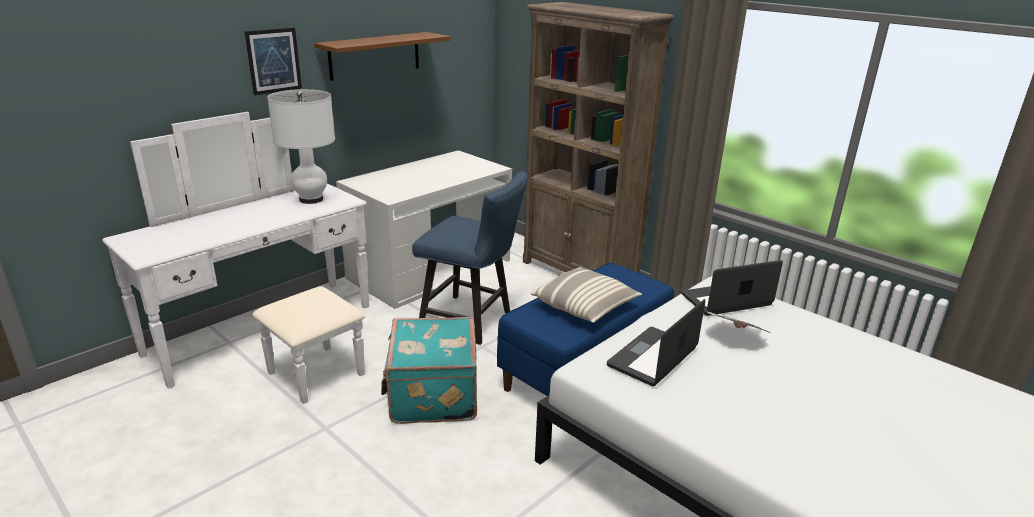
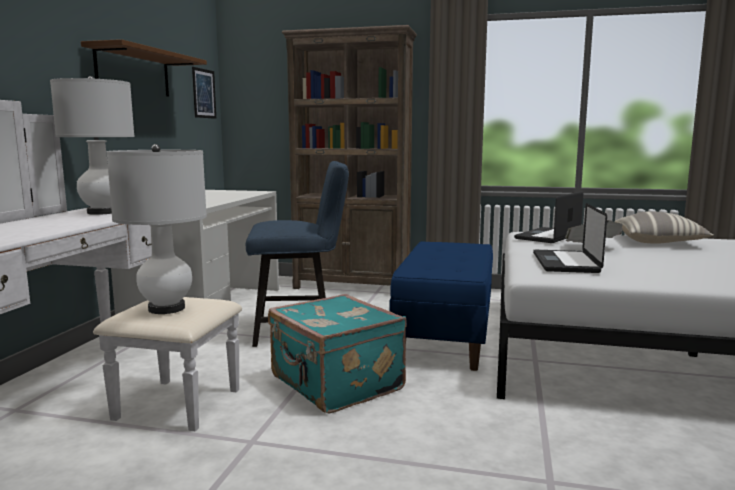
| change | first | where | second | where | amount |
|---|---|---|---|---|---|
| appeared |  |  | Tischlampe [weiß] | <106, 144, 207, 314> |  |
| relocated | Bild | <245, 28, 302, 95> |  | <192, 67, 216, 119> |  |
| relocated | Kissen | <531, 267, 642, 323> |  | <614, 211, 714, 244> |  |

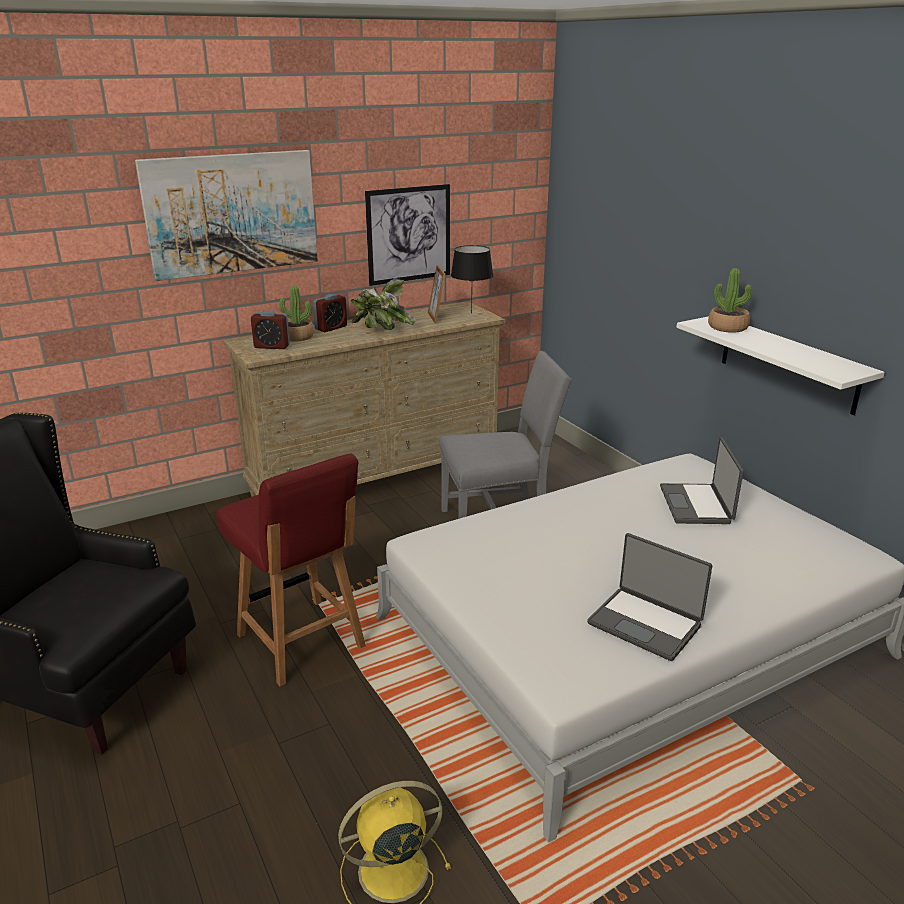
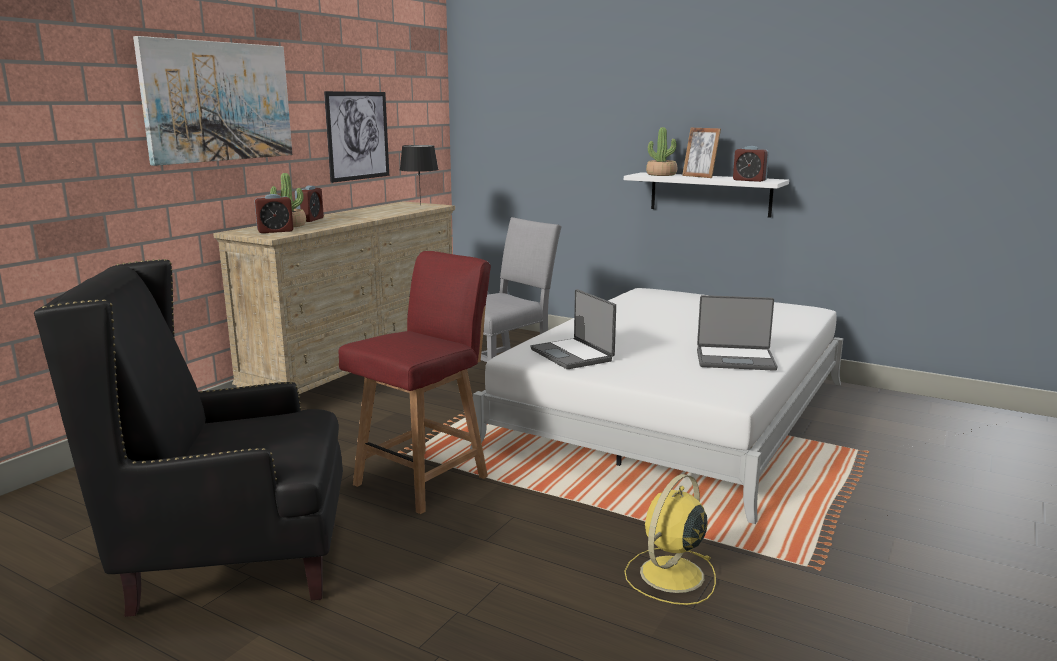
| change | first | where | second | where | amount |
|---|---|---|---|---|---|
| missing | Topfpflanze | <351, 277, 416, 330> |  |  |  |
| appeared |  |  | Wecker | <733, 146, 769, 182> |  |
| relocated | Bilderrahmen | <428, 265, 445, 323> |  | <682, 128, 721, 178> |  |
| relocated | Laptop | <660, 437, 744, 524> |  | <530, 289, 616, 369> |  |
| spun | Stuhl [rot] | <217, 453, 366, 686> |  | <338, 251, 491, 514> | 75 degrees counterclockwise |

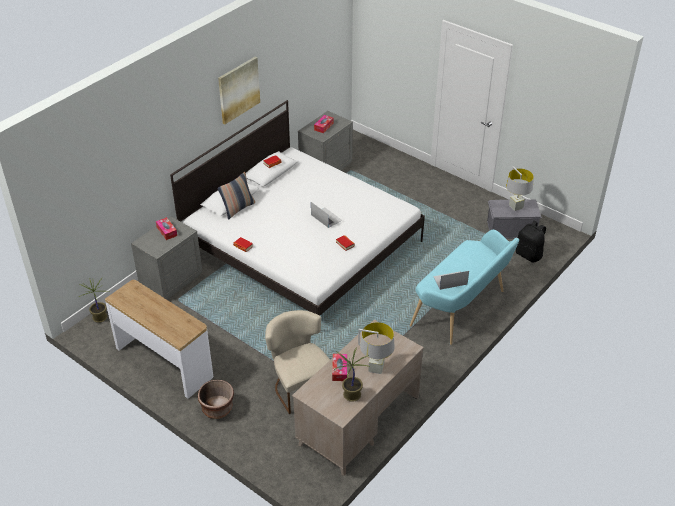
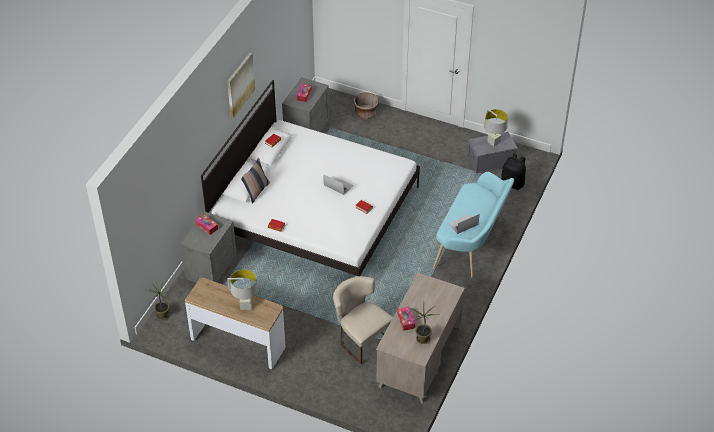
| change | first | where | second | where | amount |
|---|---|---|---|---|---|
| relocated | Pflanzkübel [braun] | <198, 380, 234, 419> |  | <354, 92, 379, 119> |  |
| relocated | Tischlampe [grau] | <358, 322, 395, 374> |  | <227, 269, 258, 310> |  |

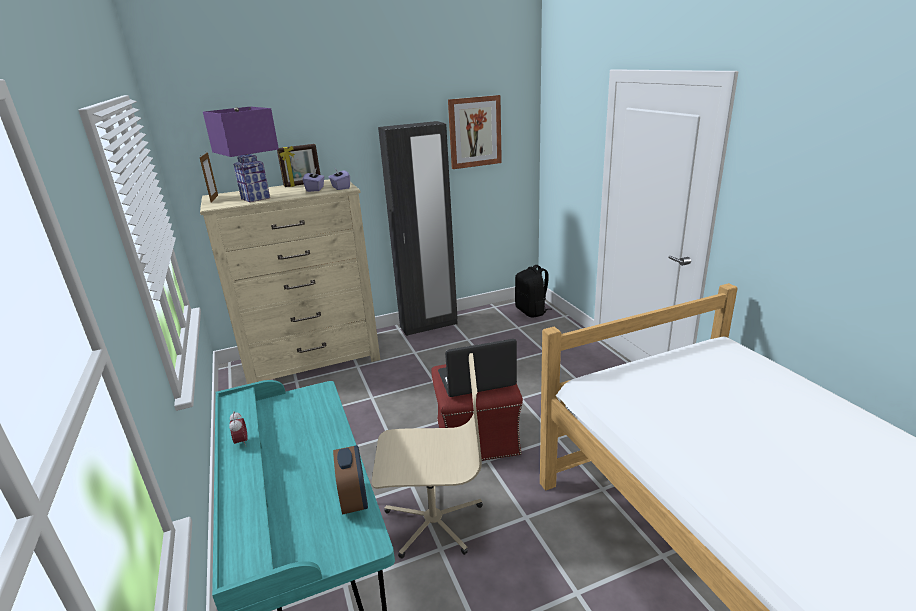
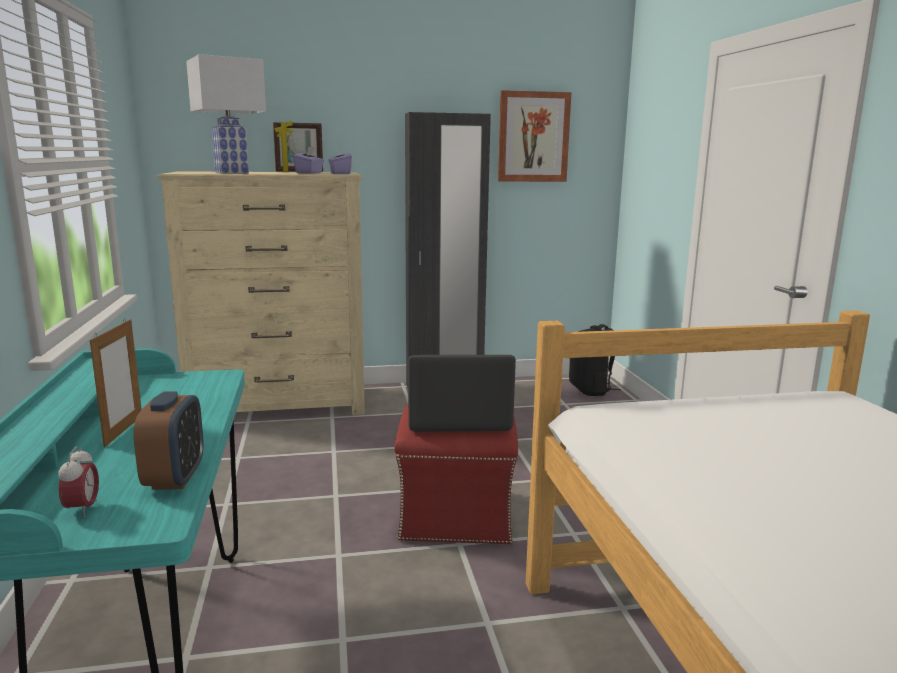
| change | first | where | second | where | amount |
|---|---|---|---|---|---|
| missing | Bürostuhl [beige] | <371, 353, 483, 559> |  |  |  |
| relocated | Bilderrahmen | <200, 152, 218, 203> |  | <90, 319, 142, 447> |  |
| relocated | Wecker | <229, 411, 248, 447> |  | <58, 446, 99, 518> |  |
| colour | Tischlampe [lila] | <203, 107, 279, 202> | Tischlampe [weiß] | <186, 54, 266, 174> |  |

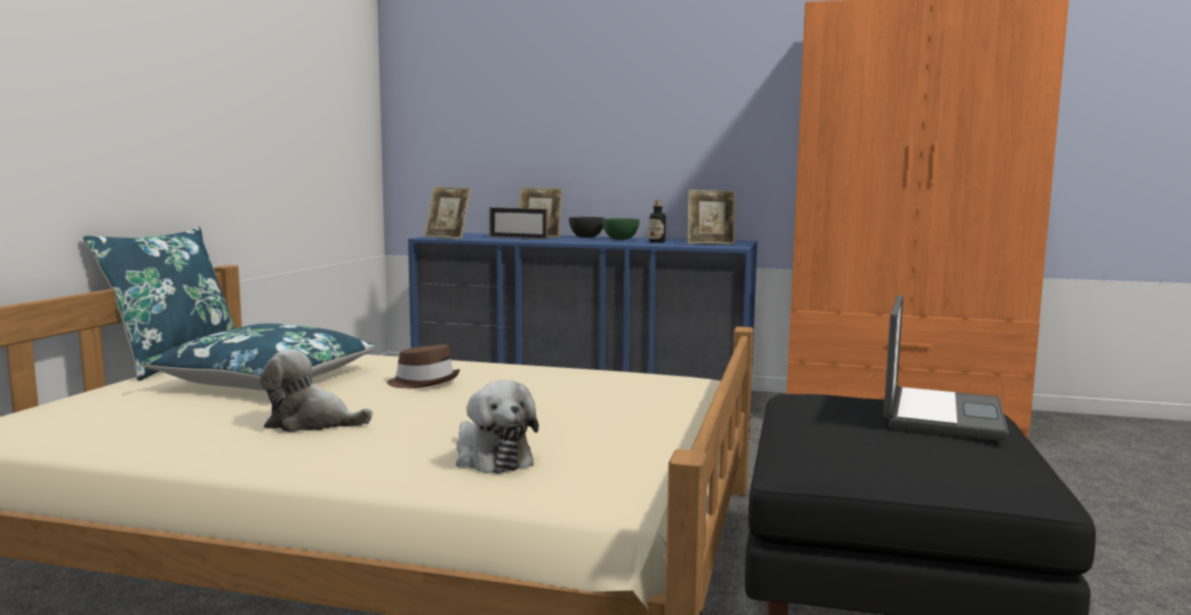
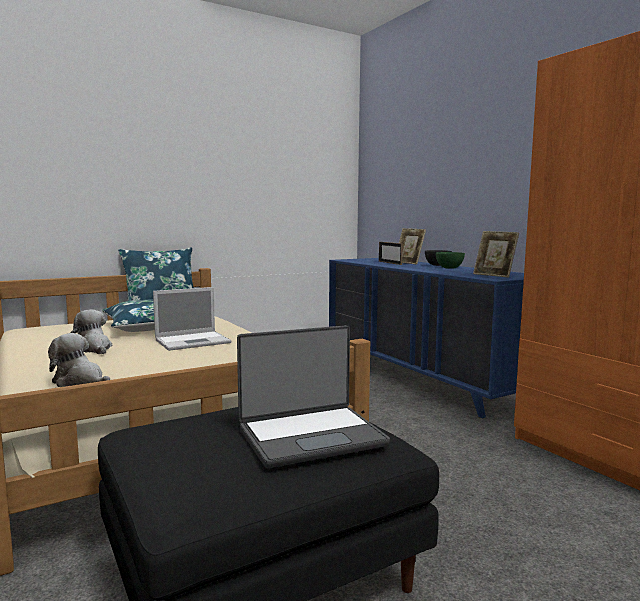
| change | first | where | second | where | amount |
|---|---|---|---|---|---|
| missing | Bilderrahmen | <424, 187, 471, 239> |  |  |  |
| missing | Flasche | <649, 200, 666, 243> |  |  |  |
| exchanged | Hut [braun] | <387, 344, 460, 388> | Laptop | <153, 287, 231, 351> |  |
| spun | Plüschtier | <456, 380, 539, 474> |  | <48, 333, 110, 387> | 105 degrees clockwise |

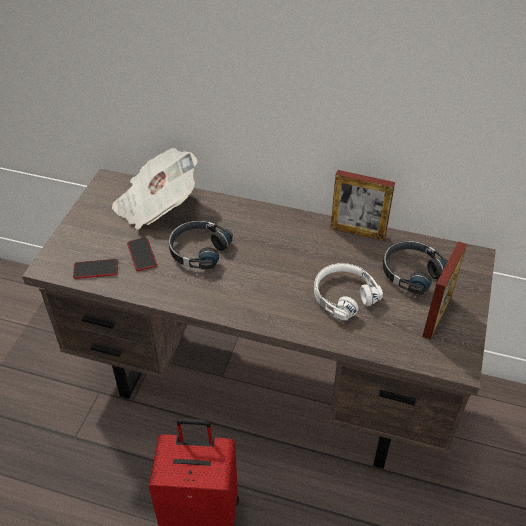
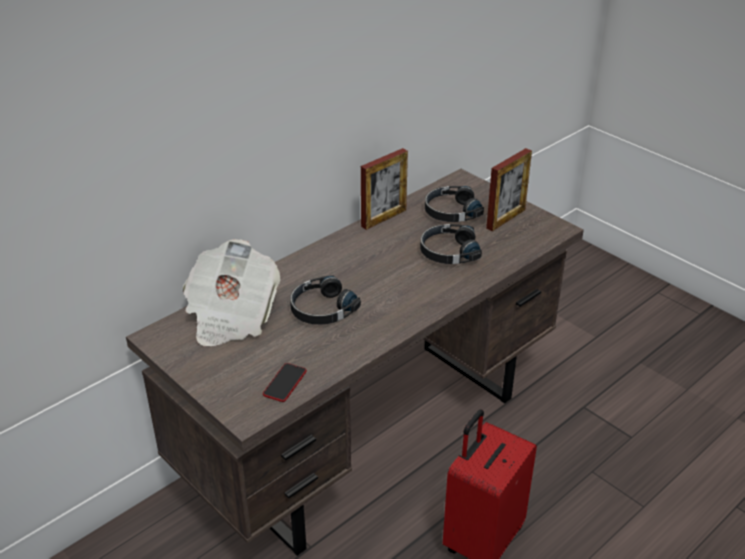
| change | first | where | second | where | amount |
|---|---|---|---|---|---|
| missing | Handy | <127, 237, 157, 271> |  |  |  |
| colour | Kopfhörer [weiß] | <314, 263, 383, 321> | Kopfhörer [schwarz] | <420, 224, 482, 264> |  |
| spun | Bilderrahmen | <422, 241, 467, 340> |  | <486, 148, 532, 231> | 75 degrees clockwise |

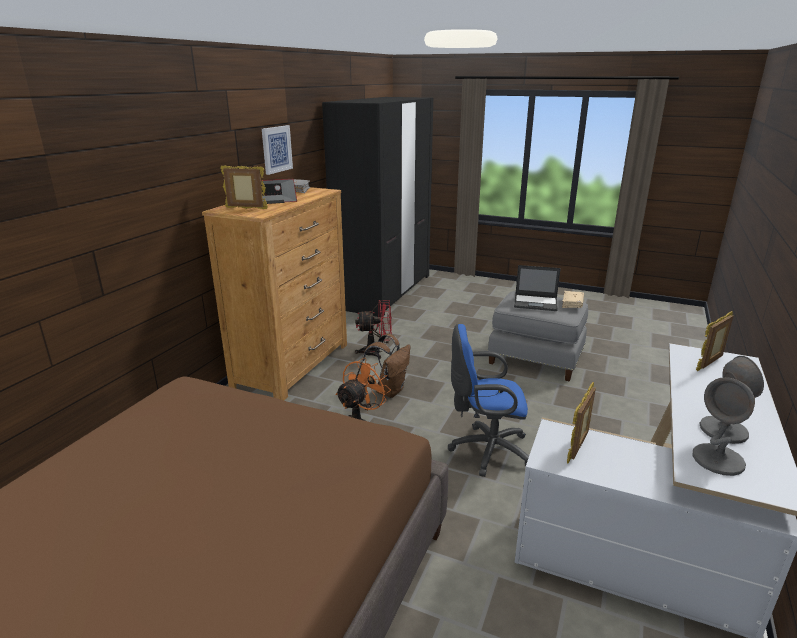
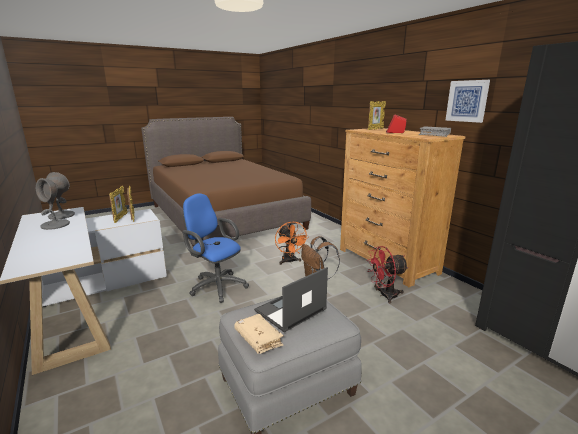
| change | first | where | second | where | amount |
|---|---|---|---|---|---|
| relocated | Bilderrahmen | <696, 311, 733, 371> |  | <109, 186, 127, 223> |  |
| spun | Ventilator [rot] | <355, 300, 392, 359> |  | <366, 246, 409, 303> | 45 degrees clockwise |
| spun | Bürostuhl [blau] | <448, 324, 529, 477> |  | <183, 193, 249, 303> | 90 degrees counterclockwise |

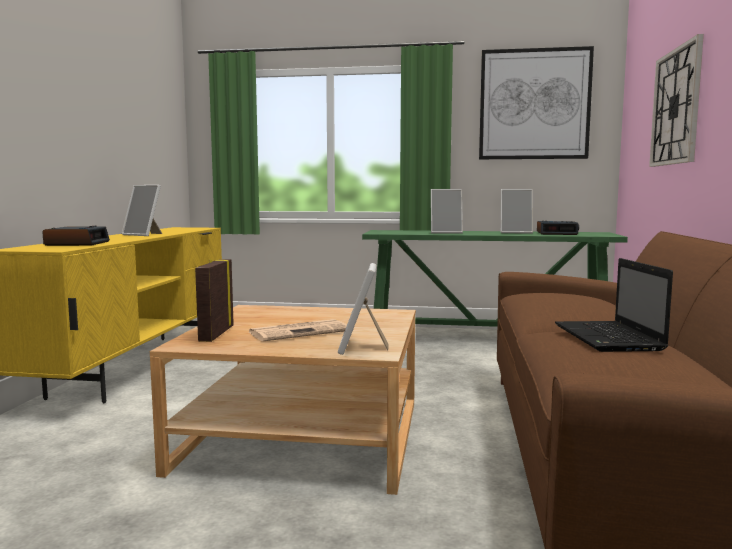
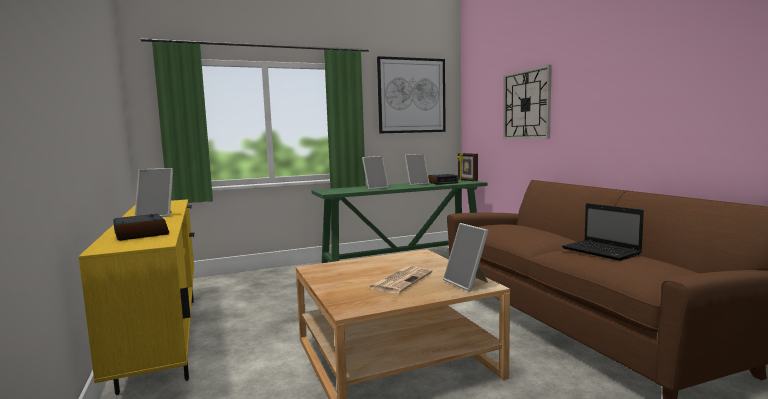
| change | first | where | second | where | amount |
|---|---|---|---|---|---|
| relocated | Bilderrahmen | <195, 259, 234, 342> |  | <457, 152, 478, 181> |  |

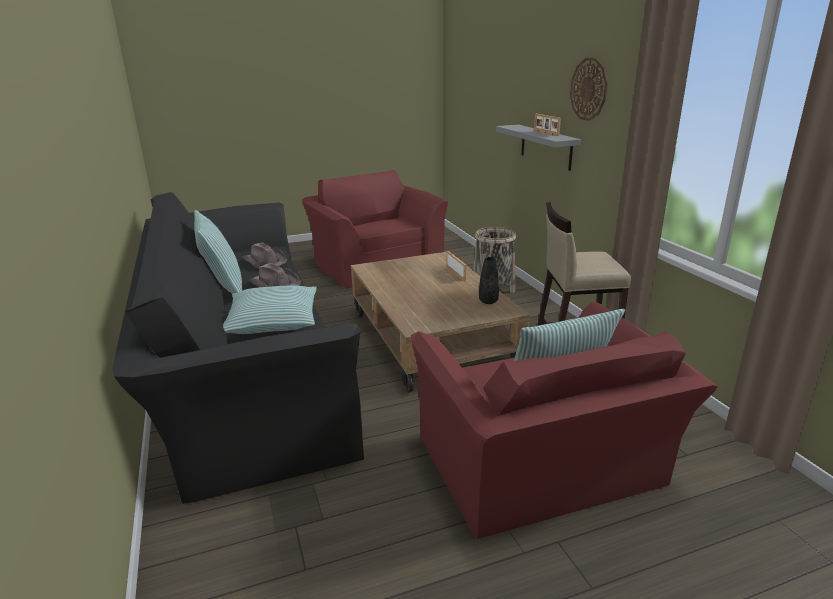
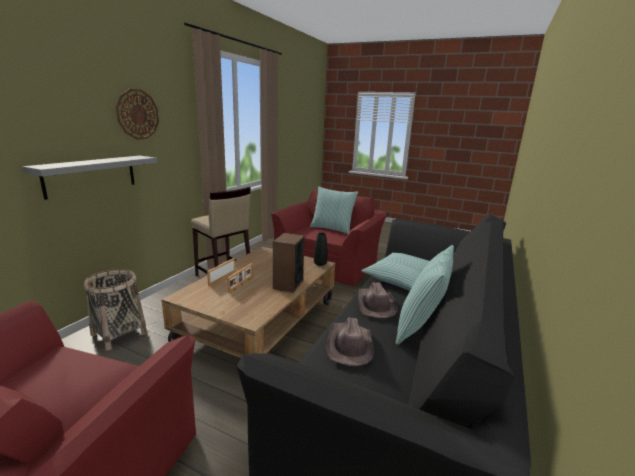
| change | first | where | second | where | amount |
|---|---|---|---|---|---|
| appeared |  |  | Lautsprecher | <273, 233, 305, 293> |  |
| relocated | Vase [schwarz] | <479, 257, 499, 304> |  | <314, 233, 328, 266> |  |
| relocated | Bilderrahmen | <534, 114, 561, 136> |  | <227, 263, 253, 293> |  |

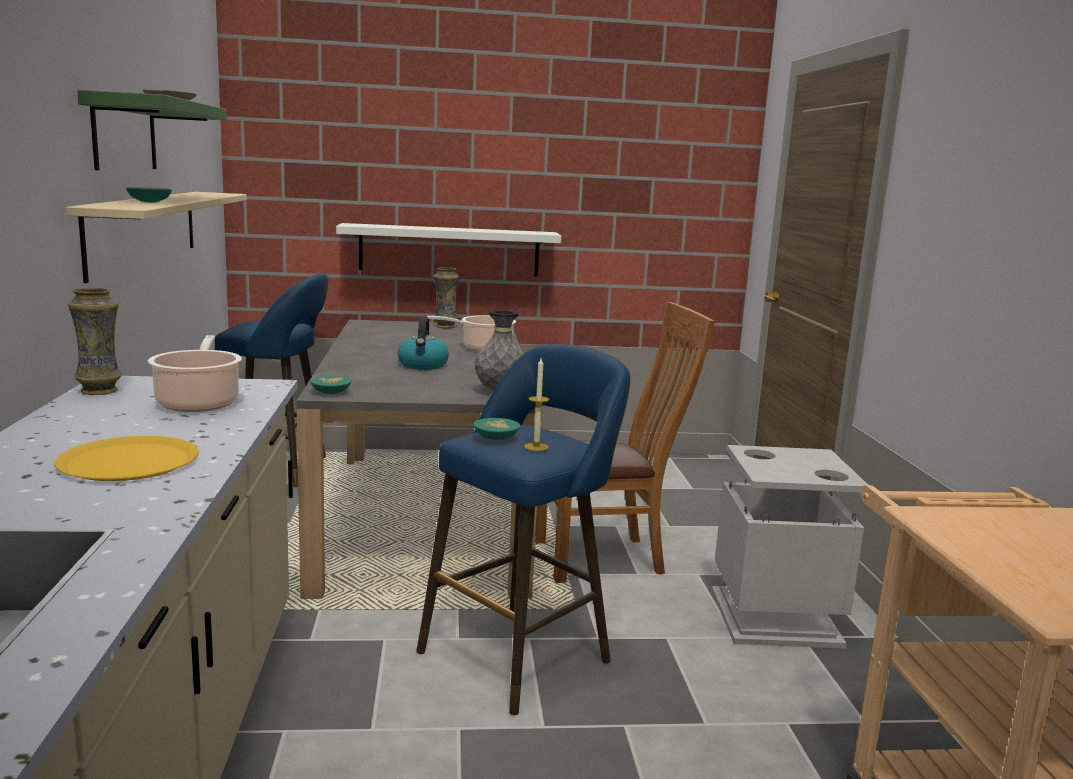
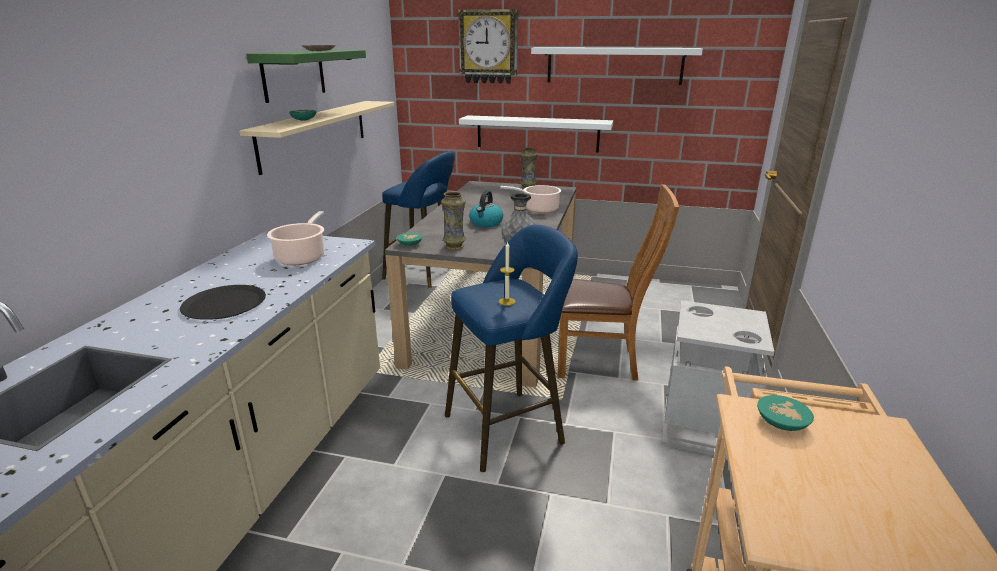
| change | first | where | second | where | amount |
|---|---|---|---|---|---|
| appeared |  |  | Wanduhr | <457, 9, 518, 84> |  |
| appeared |  |  | Wandregal [weiß] | <531, 47, 703, 85> |  |
| relocated | Vase | <68, 288, 122, 395> |  | <441, 191, 466, 250> |  |
| relocated | Schüssel [türkis] | <474, 418, 520, 440> |  | <757, 395, 814, 431> |  |
| colour | Teller [gelb] | <54, 436, 199, 481> | Teller [schwarz] | <180, 285, 266, 320> |  |

